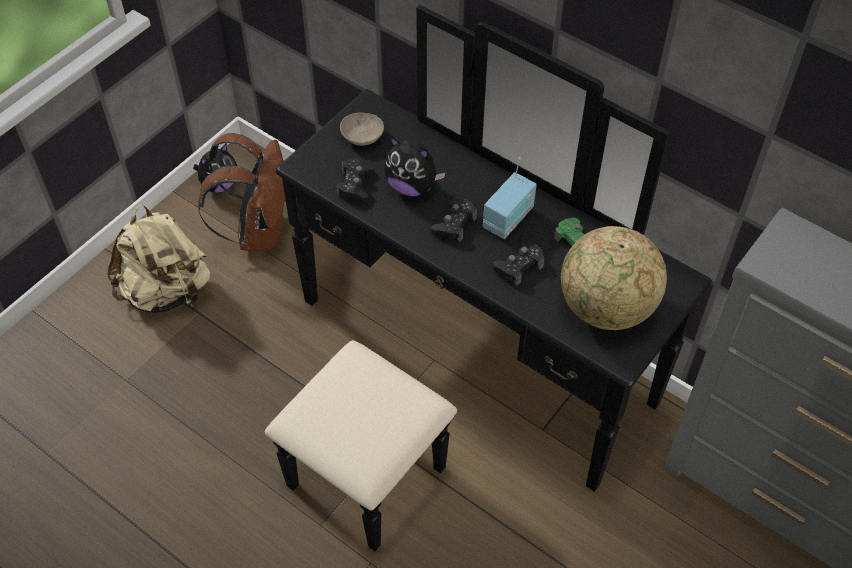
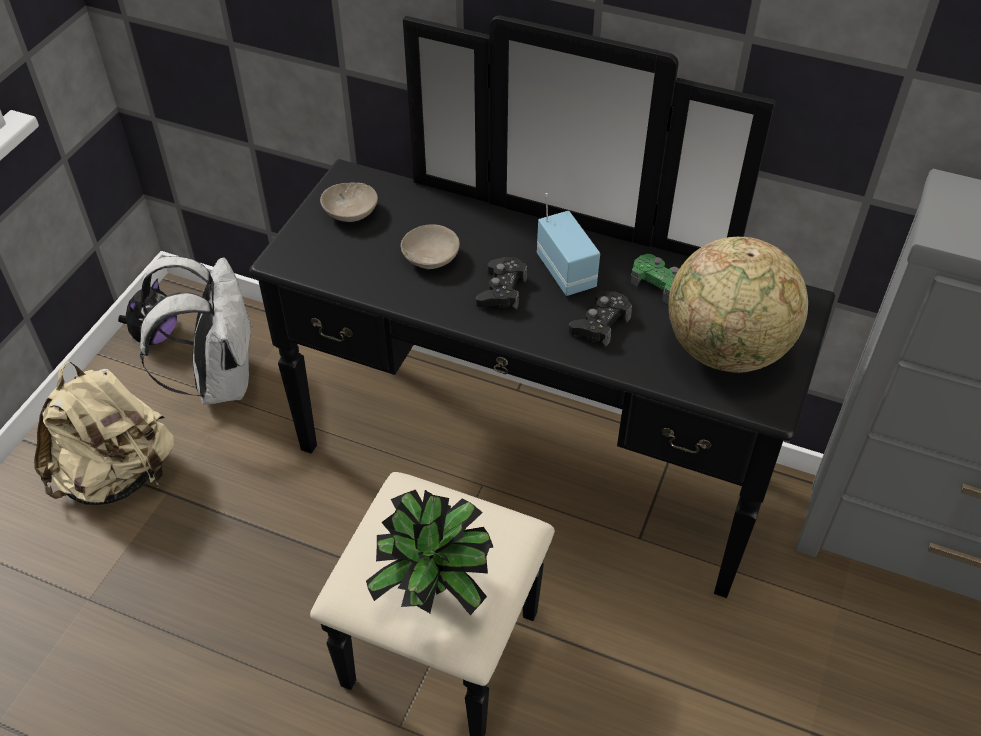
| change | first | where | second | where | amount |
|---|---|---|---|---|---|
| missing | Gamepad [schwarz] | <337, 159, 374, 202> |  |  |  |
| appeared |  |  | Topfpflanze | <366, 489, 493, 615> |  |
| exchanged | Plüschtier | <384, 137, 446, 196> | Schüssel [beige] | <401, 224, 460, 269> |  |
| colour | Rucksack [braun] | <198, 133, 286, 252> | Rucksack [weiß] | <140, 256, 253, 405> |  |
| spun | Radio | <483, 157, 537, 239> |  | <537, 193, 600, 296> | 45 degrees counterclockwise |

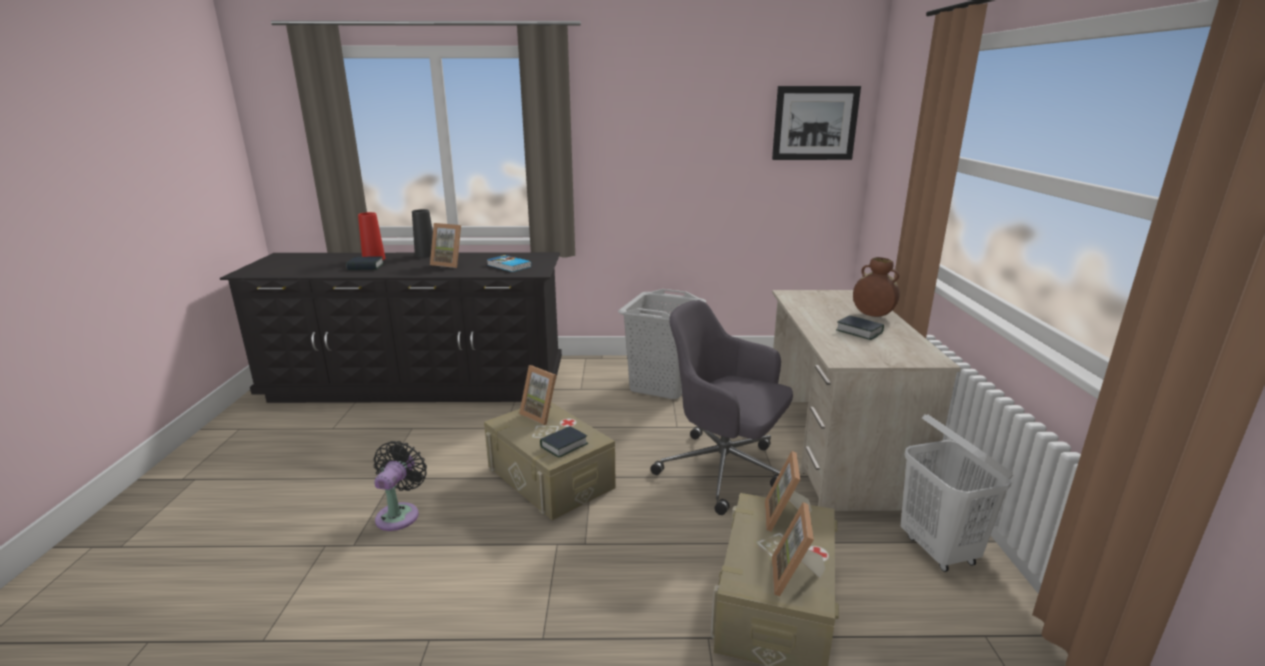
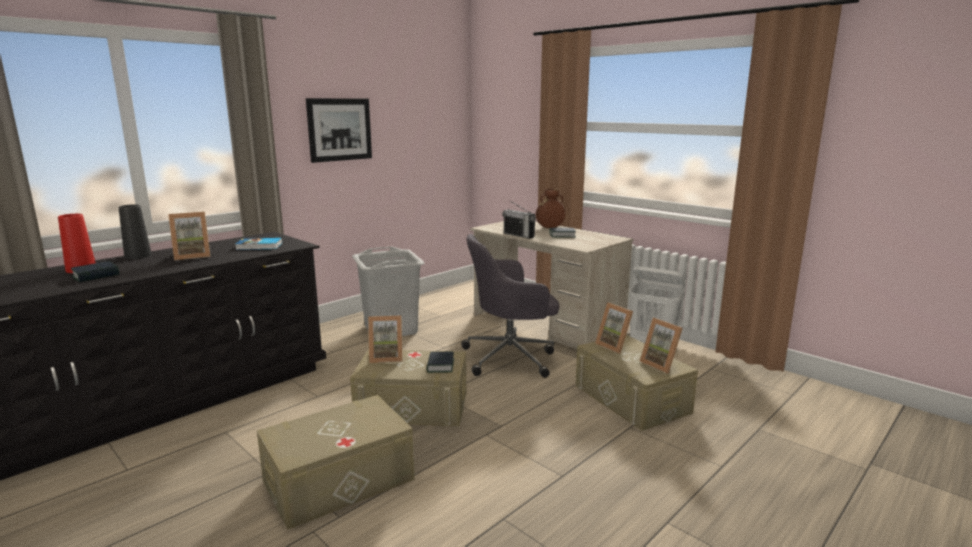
| change | first | where | second | where | amount |
|---|---|---|---|---|---|
| appeared |  |  | Radio | <502, 200, 536, 239> |  |
| relocated | Bild | <772, 86, 861, 160> |  | <306, 98, 372, 163> |  |
| exchanged | Ventilator [schwarz] | <373, 441, 427, 531> | Aufbewahrungsbox [beige] | <257, 395, 415, 530> |  |

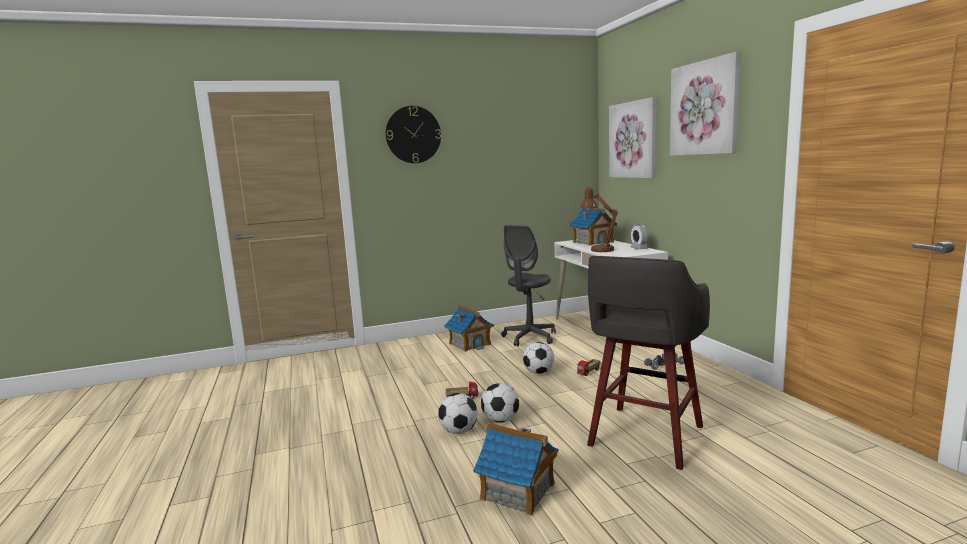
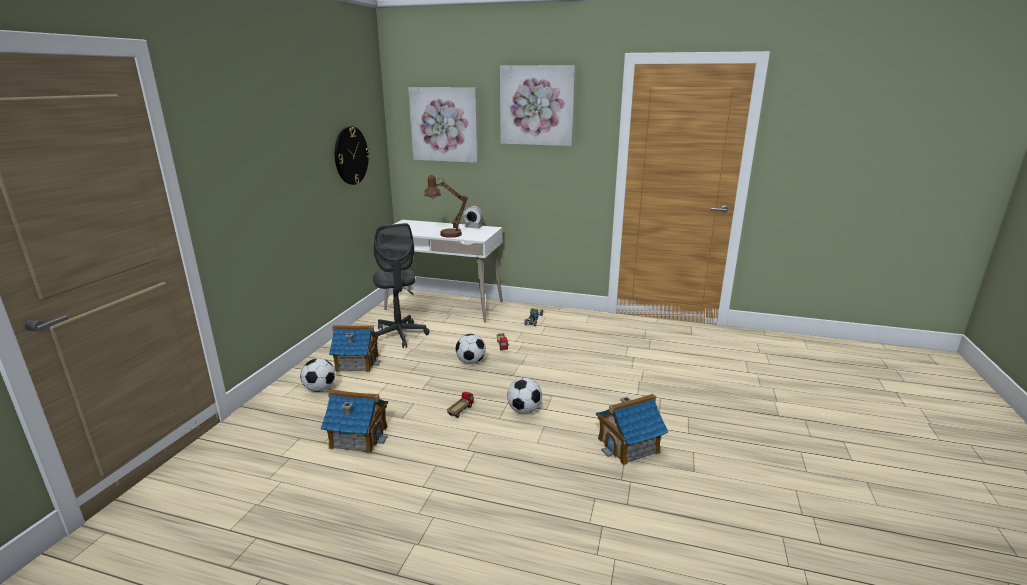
| change | first | where | second | where | amount |
|---|---|---|---|---|---|
| missing | Hocker [grau] | <587, 256, 710, 470> |  |  |  |
| relocated | Wanduhr | <386, 106, 441, 163> |  | <335, 126, 370, 185> |  |
| relocated | Fußball | <438, 393, 478, 434> |  | <300, 358, 335, 392> |  |
| relocated | Spielzeughaus | <569, 208, 617, 246> |  | <321, 390, 388, 454> |  |

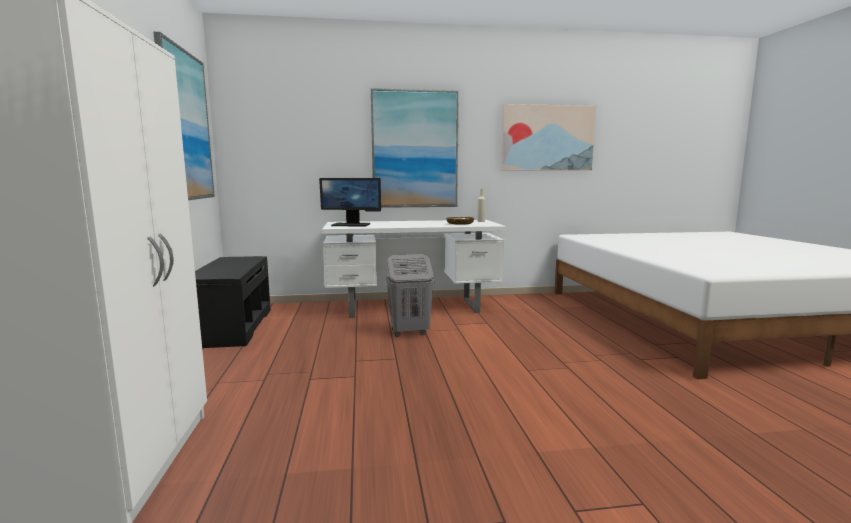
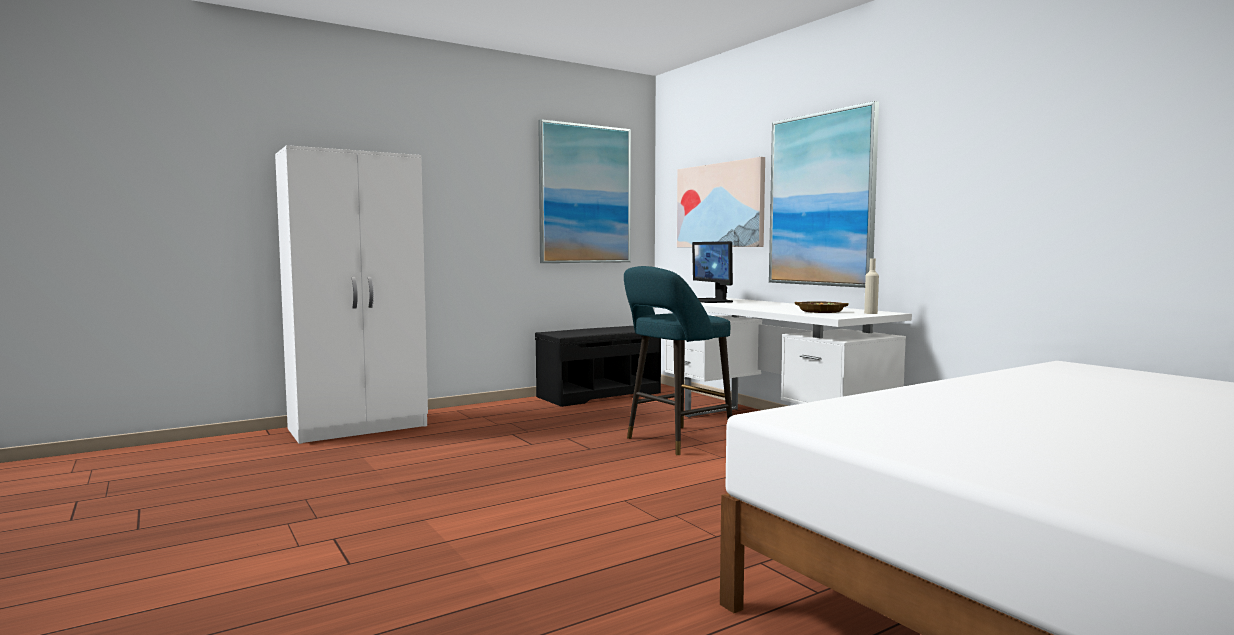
| change | first | where | second | where | amount |
|---|---|---|---|---|---|
| relocated | Bild | <501, 104, 596, 170> |  | <677, 157, 765, 247> |  |
| exchanged | Wäschekorb [grau] | <386, 254, 434, 337> | Hocker [türkis] | <624, 266, 732, 455> |  |

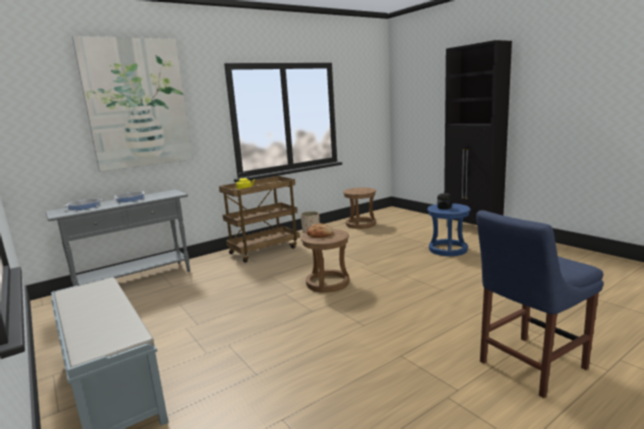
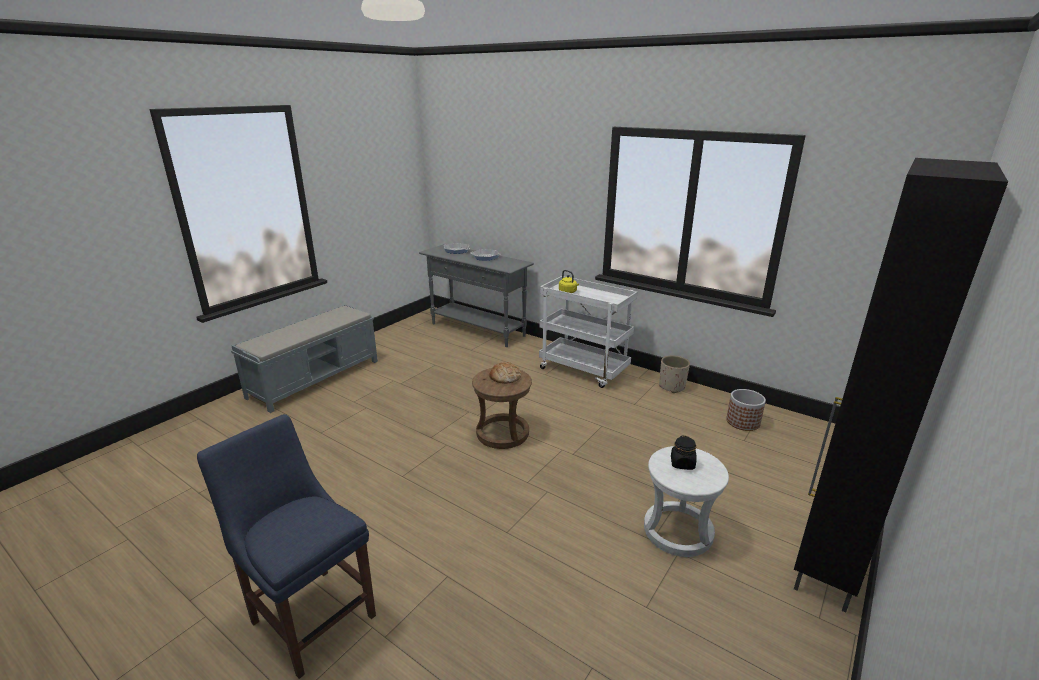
| change | first | where | second | where | amount |
|---|---|---|---|---|---|
| missing | Bild | <72, 36, 193, 172> |  |  |  |
| exchanged | Hocker [braun] | <343, 188, 376, 229> | Pflanzkübel | <726, 389, 766, 431> |  |
| colour | Rollwagen [braun] | <219, 176, 300, 263> | Rollwagen [weiß] | <539, 276, 637, 388> |  |
| colour | Hocker [blau] | <427, 203, 471, 256> | Hocker [weiß] | <644, 446, 729, 557> |  |

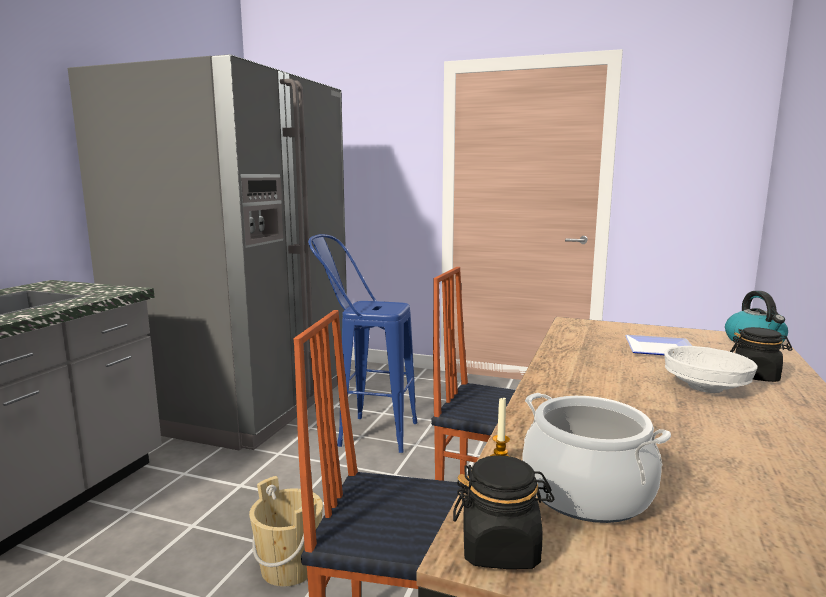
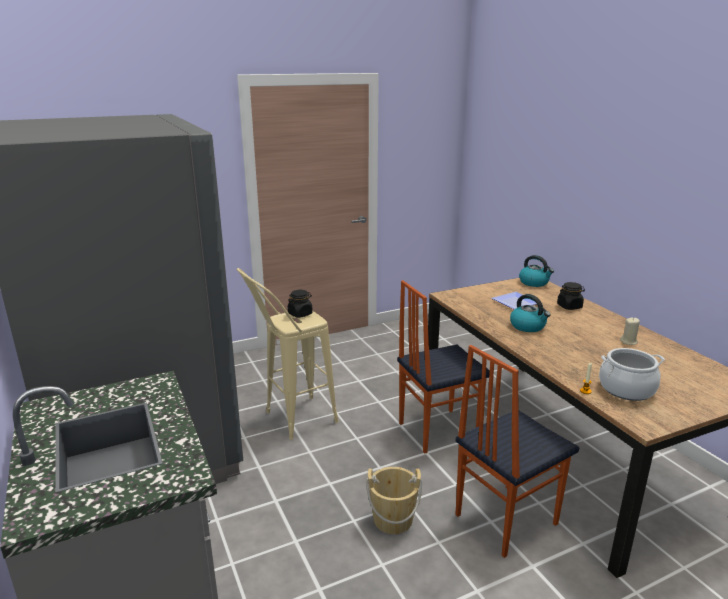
| change | first | where | second | where | amount |
|---|---|---|---|---|---|
| missing | Schüssel [weiß] | <664, 346, 758, 393> |  |  |  |
| appeared |  |  | Wasserkessel | <510, 294, 551, 332> |  |
| appeared |  |  | Kerze [beige] | <620, 318, 640, 345> |  |
| relocated | Vorratsglas [schwarz] | <453, 455, 554, 569> |  | <288, 290, 313, 318> |  |
| colour | Hocker [blau] | <308, 234, 417, 453> | Hocker [beige] | <237, 268, 339, 440> |  |

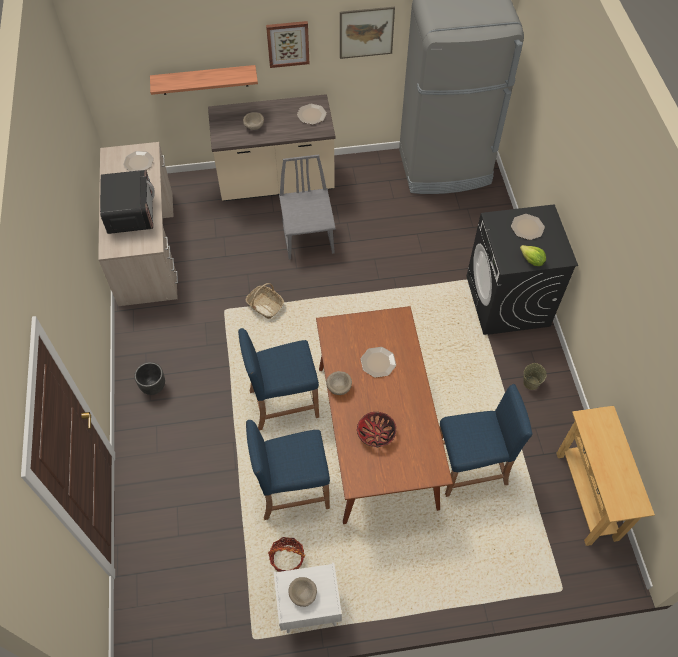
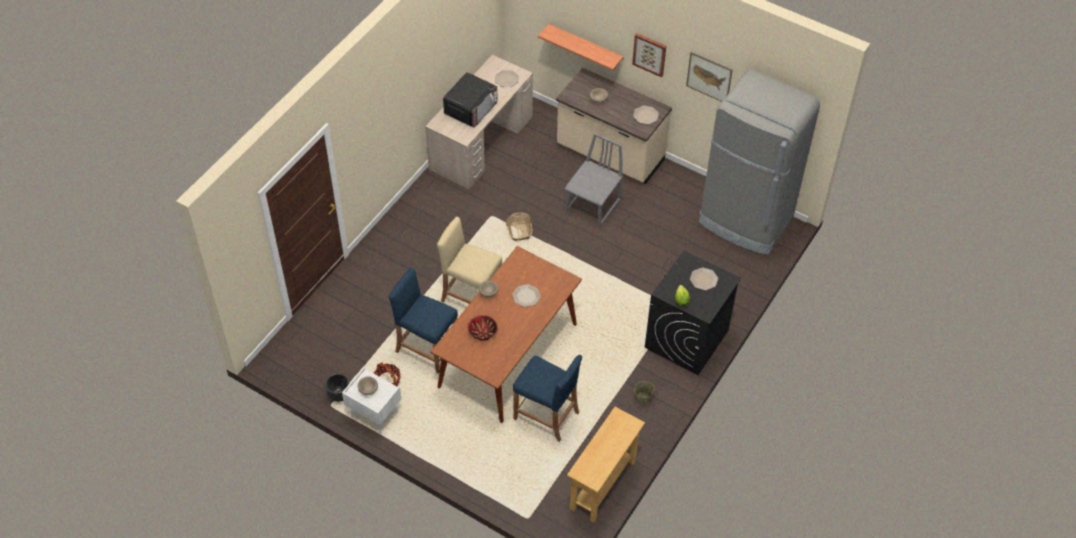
| change | first | where | second | where | amount |
|---|---|---|---|---|---|
| relocated | Pflanzkübel [schwarz] | <134, 362, 165, 395> |  | <325, 373, 349, 402> |  |
| colour | Hocker [blau] | <238, 328, 319, 430> | Hocker [beige] | <437, 217, 502, 304> |  |

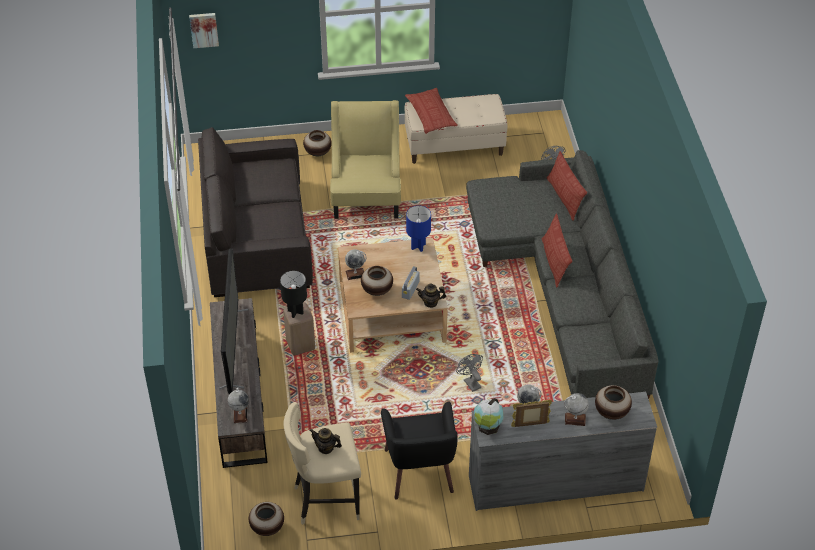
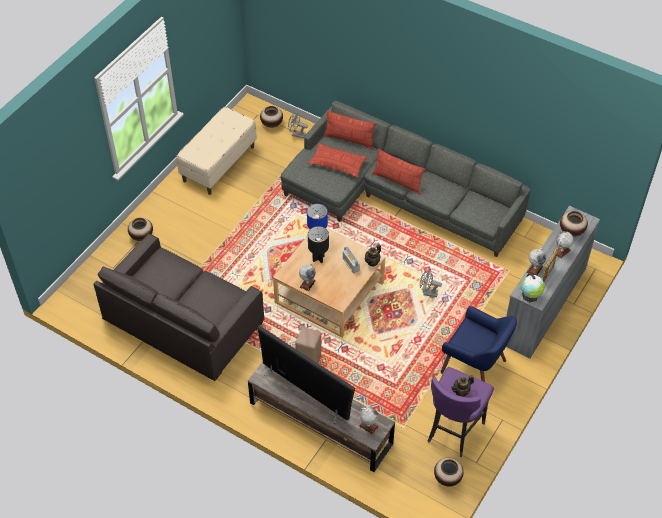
| change | first | where | second | where | amount |
|---|---|---|---|---|---|
| missing | Bild | <189, 13, 219, 48> |  |  |  |
| missing | Sessel [gelb] | <330, 100, 401, 219> |  |  |  |
| relocated | Tischlampe [schwarz] | <280, 270, 307, 318> |  | <308, 226, 329, 263> |  |
| relocated | Vase | <361, 266, 393, 296> |  | <260, 106, 283, 128> |  |
| relocated | Kissen | <405, 88, 458, 134> |  | <308, 143, 368, 178> |  |
| colour | Hocker [beige] | <284, 402, 361, 525> | Hocker [lila] | <428, 367, 494, 457> |  |
| colour | Sessel [schwarz] | <381, 401, 458, 499> | Sessel [blau] | <440, 306, 517, 382> |  |

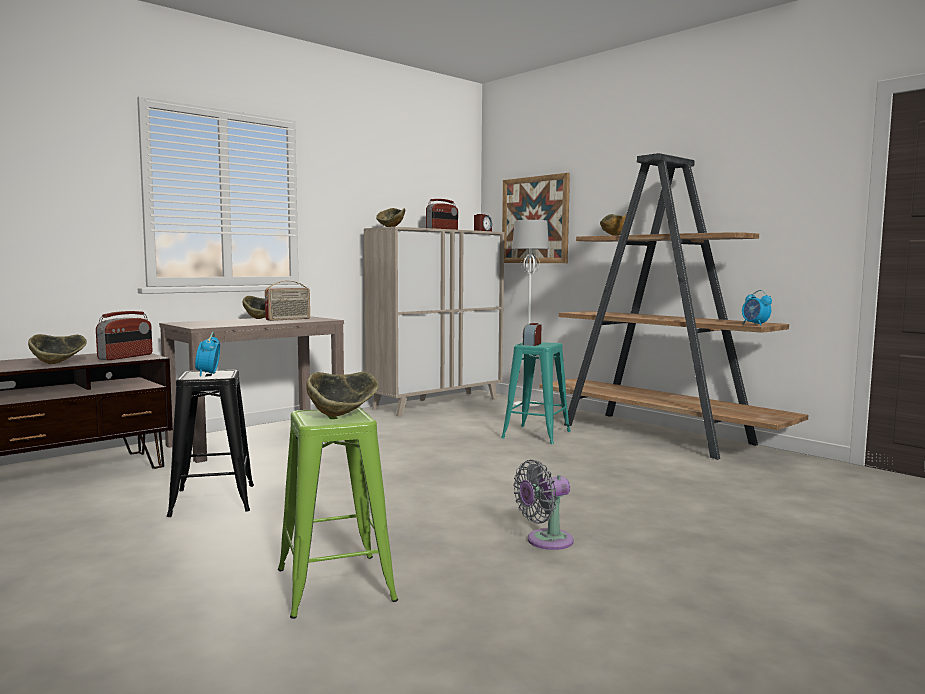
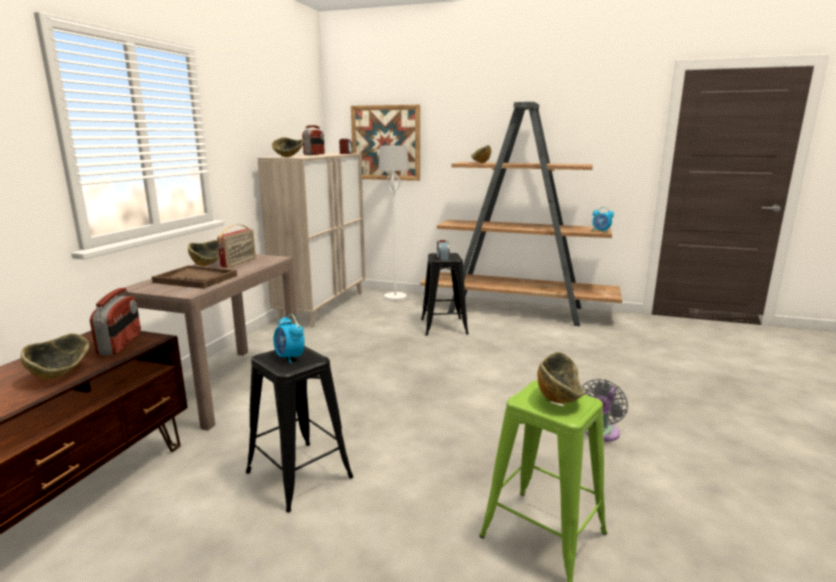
| change | first | where | second | where | amount |
|---|---|---|---|---|---|
| appeared |  |  | Tablett [braun] | <152, 265, 237, 289> |  |
| colour | Hocker [türkis] | <501, 342, 571, 444> | Hocker [schwarz] | <421, 253, 469, 336> |  |

